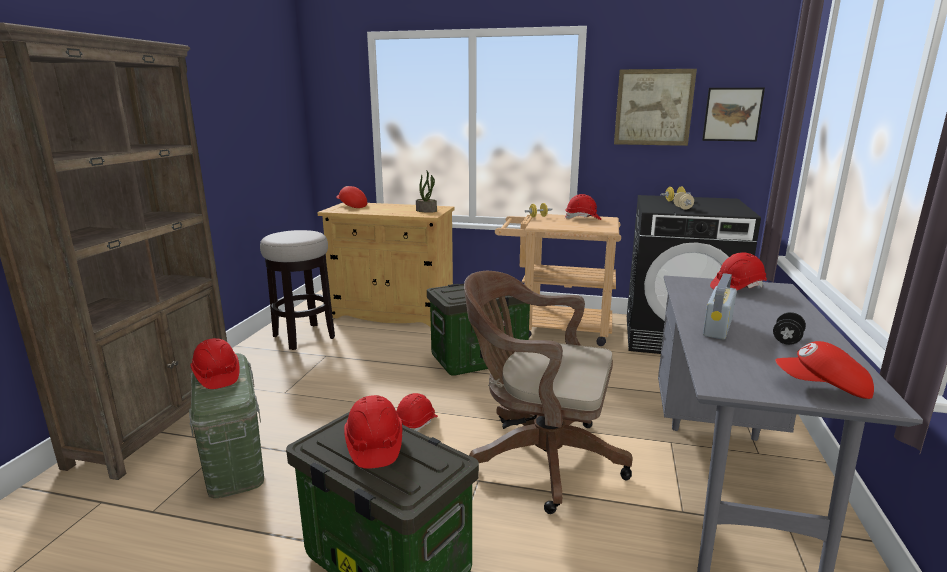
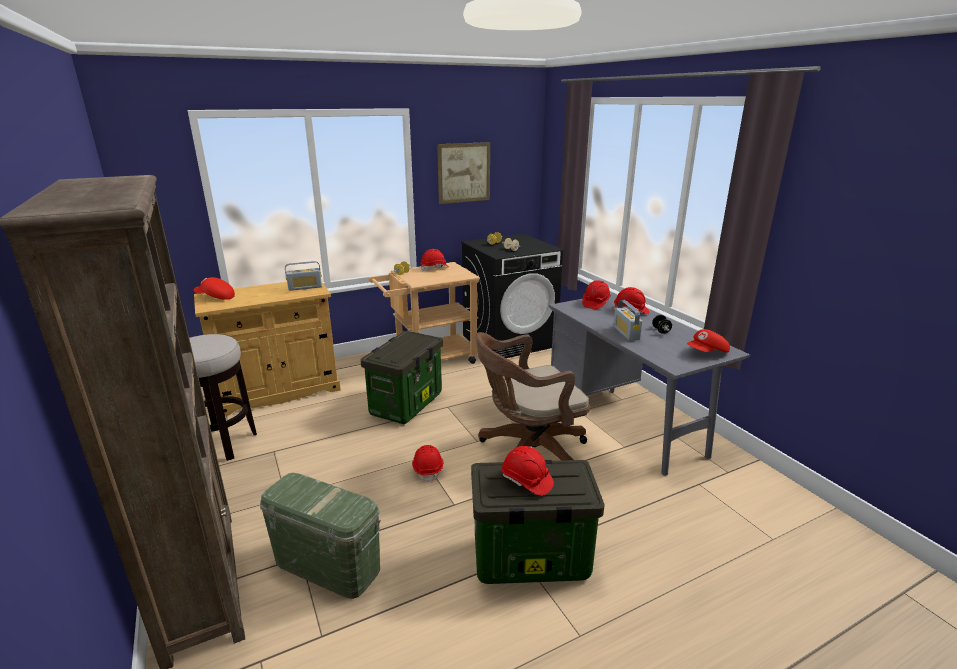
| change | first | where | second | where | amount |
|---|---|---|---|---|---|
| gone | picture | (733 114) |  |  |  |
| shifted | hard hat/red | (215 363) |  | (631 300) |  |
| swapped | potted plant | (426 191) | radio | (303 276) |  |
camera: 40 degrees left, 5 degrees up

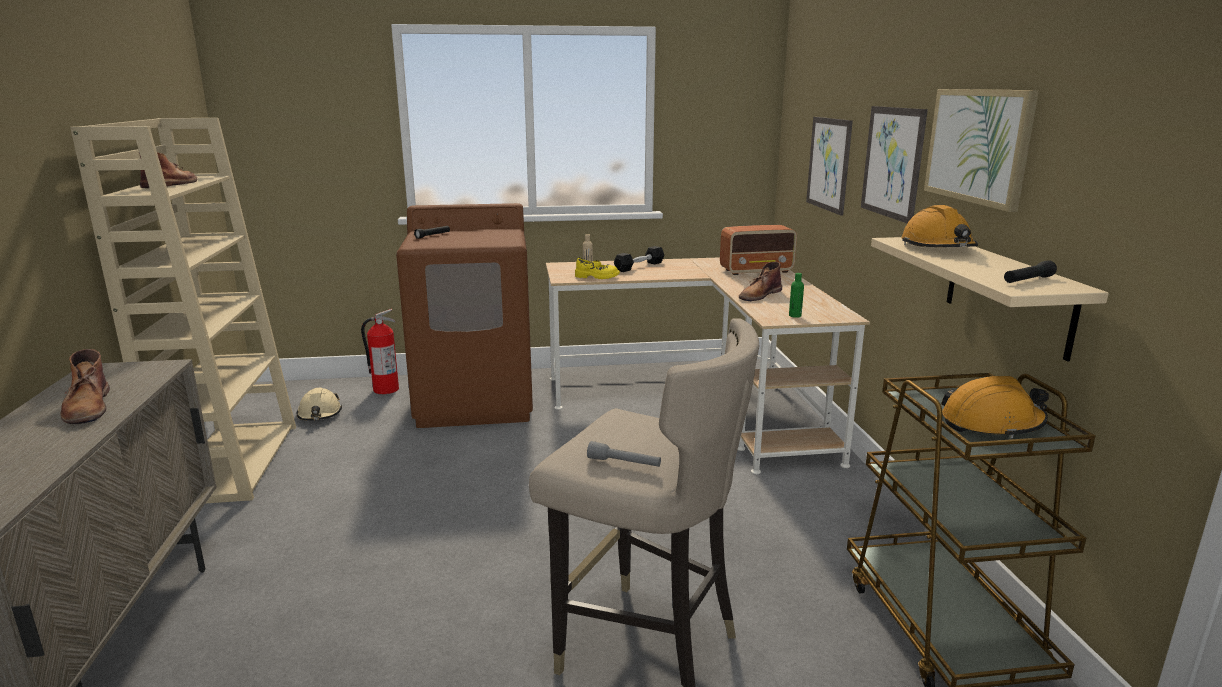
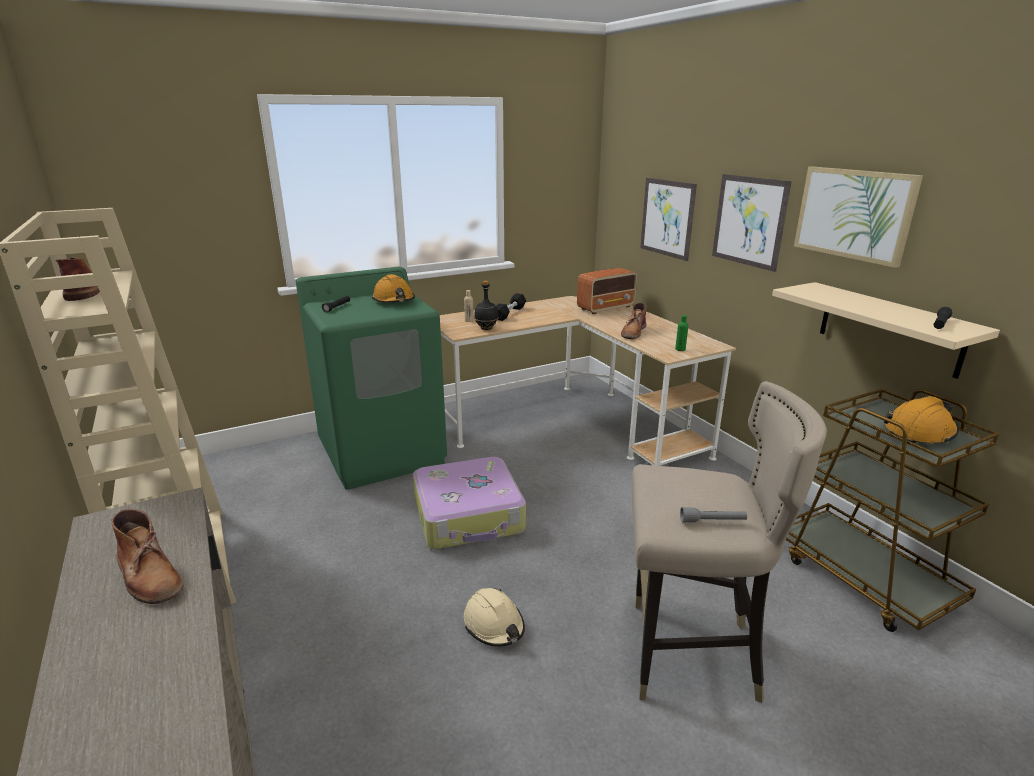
| change | first | where | second | where | amount |
|---|---|---|---|---|---|
| gone | fire extinguisher | (380 351) |  |  |  |
| new |  |  | suitcase | (469 503) |  |
| shifted | hard hat/beige | (319 404) |  | (494 617) |  |
| shifted | hard hat/orange | (939 226) |  | (393 288) |  |
| swapped | shoe/yellow | (597 268) | bottle/black | (486 305) |  |
| repainted | washing machine/brown | (464 315) | washing machine/green | (371 378) |  |
camera: 20 degrees left, 5 degrees up

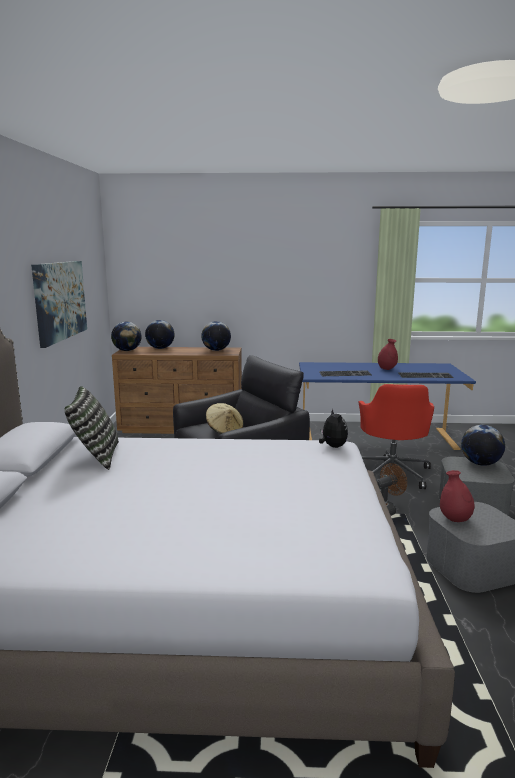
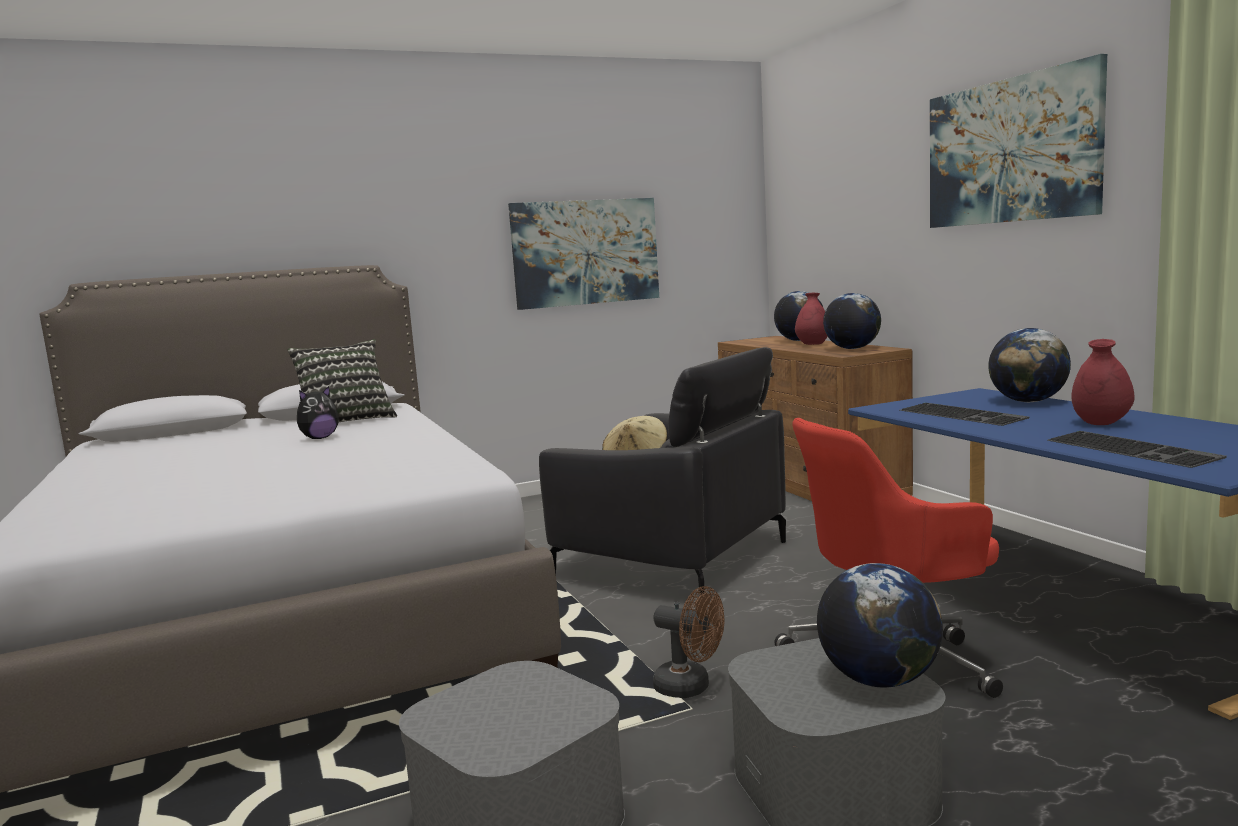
| change | first | where | second | where | amount |
|---|---|---|---|---|---|
| new |  |  | picture | (1018 141) |  |
| shifted | globe | (126 336) |  | (1029 365) |  |
| shifted | plush toy | (333 428) |  | (318 412) |  |
| shifted | vase/red | (457 496) |  | (811 319) |  |
camera: 65 degrees right, 5 degrees down

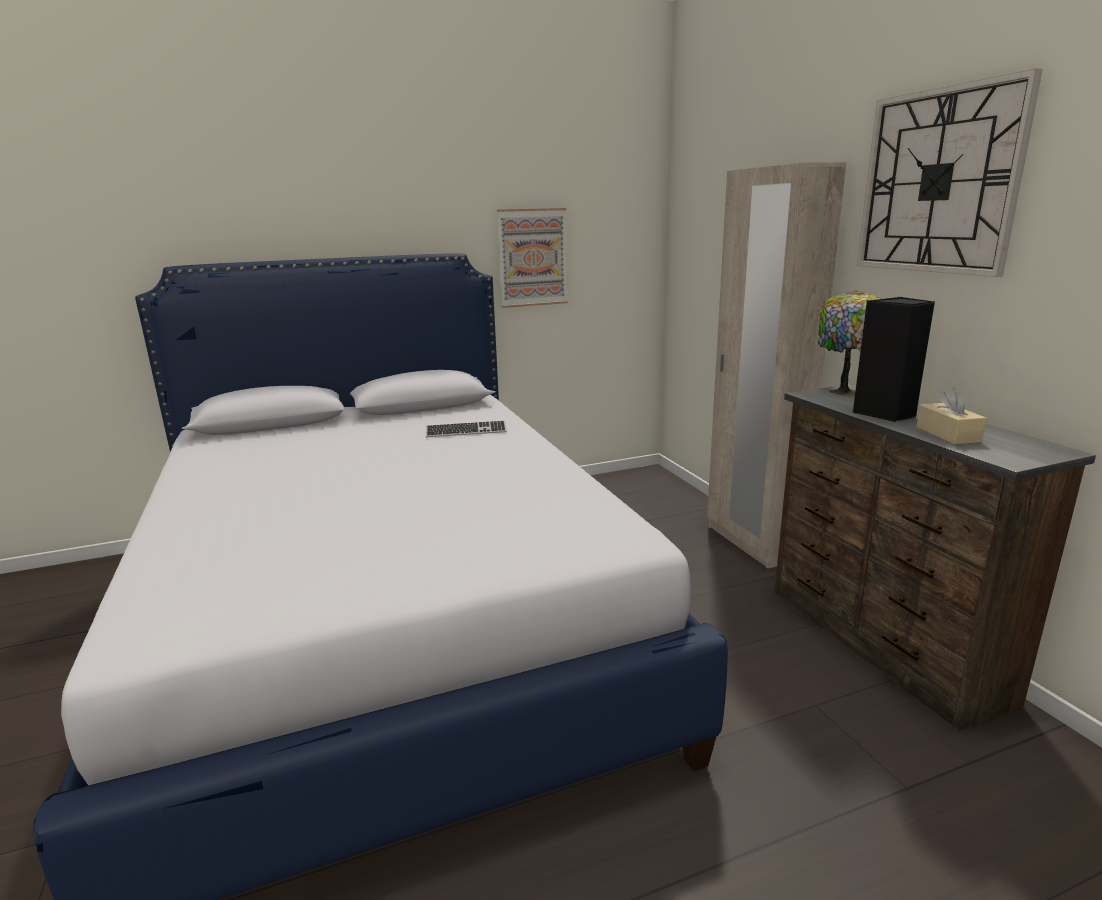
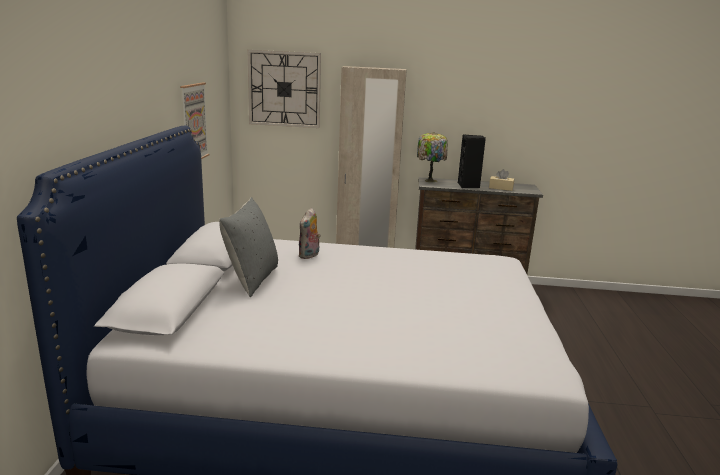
| change | first | where | second | where | amount |
|---|---|---|---|---|---|
| new |  |  | pillow/grey | (248 247) |  |
| shifted | wall clock | (950 172) |  | (284 89) |  |
| swapped | keyboard | (466 429) | plush toy | (309 233) |  |
camera: 65 degrees left, 0 degrees up

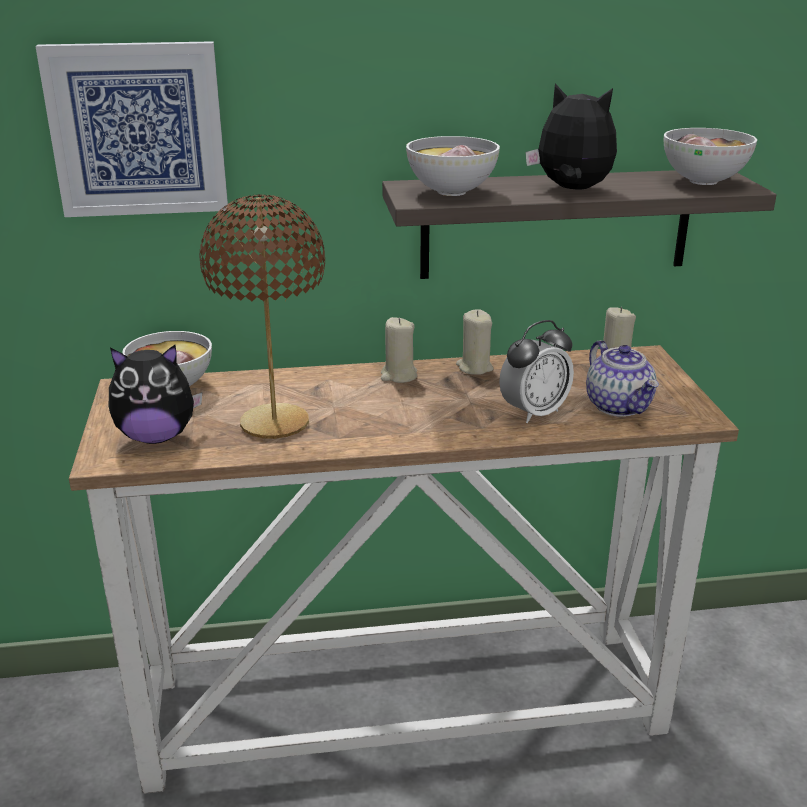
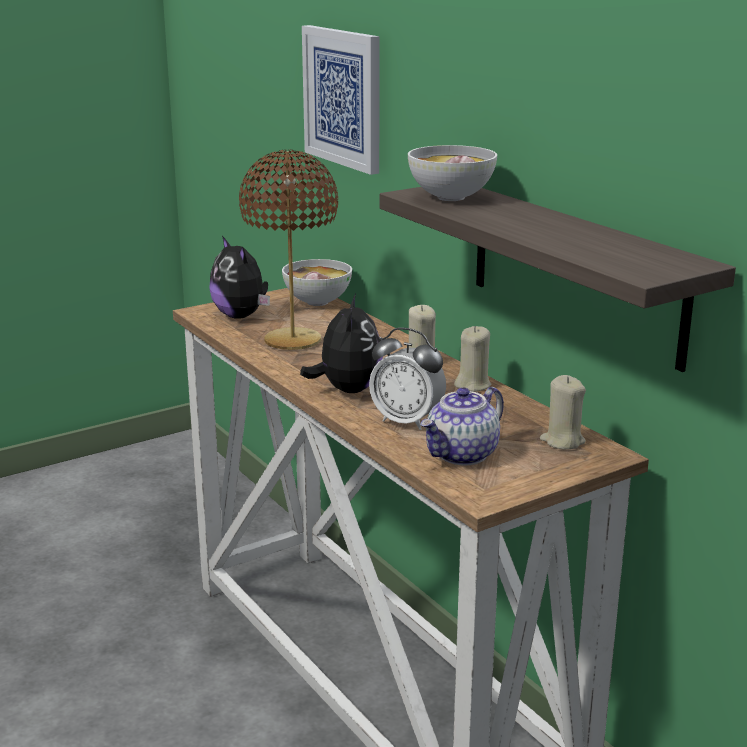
| change | first | where | second | where | amount |
|---|---|---|---|---|---|
| gone | bowl | (710 156) |  |  |  |
| shifted | plush toy | (571 136) |  | (341 343) |  |
camera: 65 degrees right, 5 degrees down

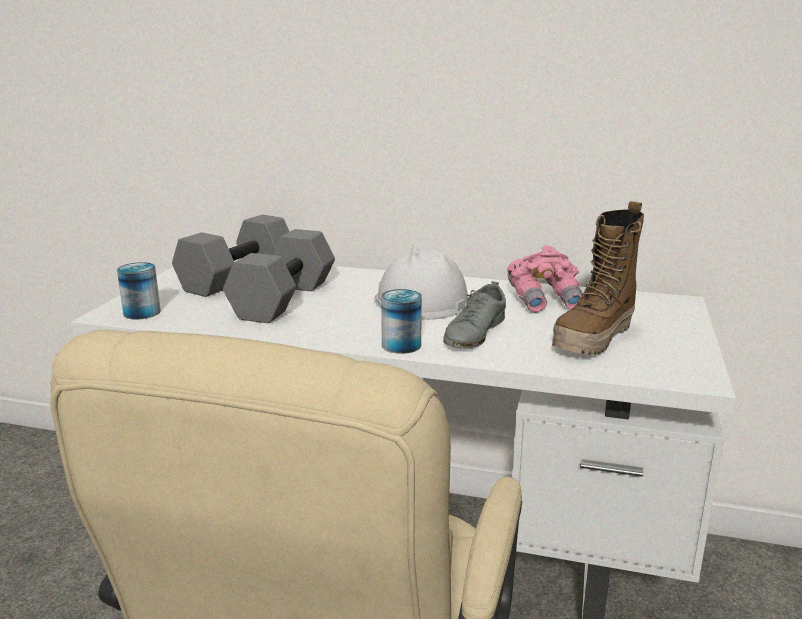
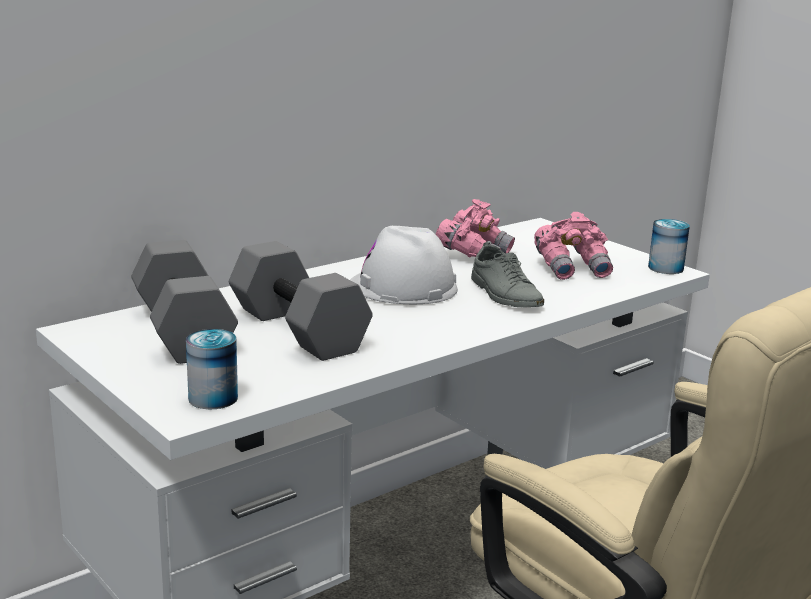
| change | first | where | second | where | amount |
|---|---|---|---|---|---|
| shifted | can | (401 321) |  | (669 246) |  |
| swapped | boot | (598 278) | binoculars/pink | (573 246) |  |
camera: 55 degrees left, 0 degrees up

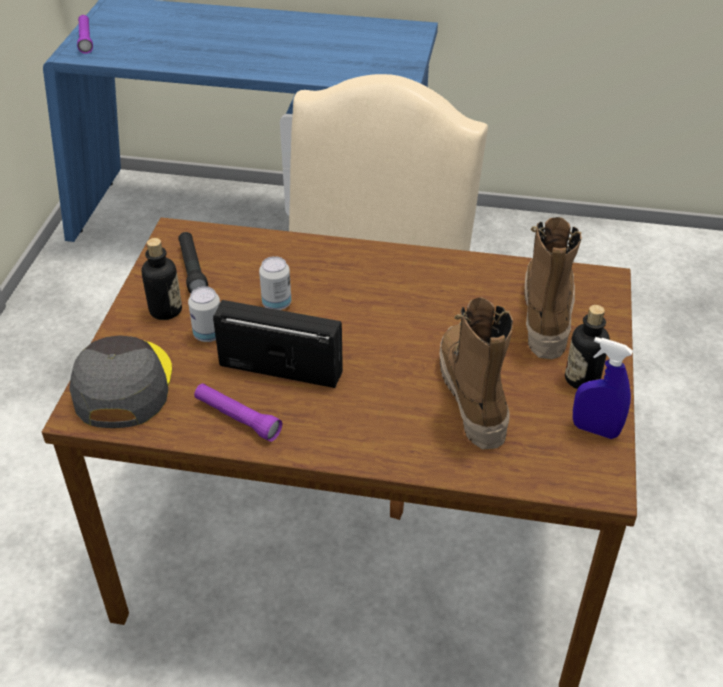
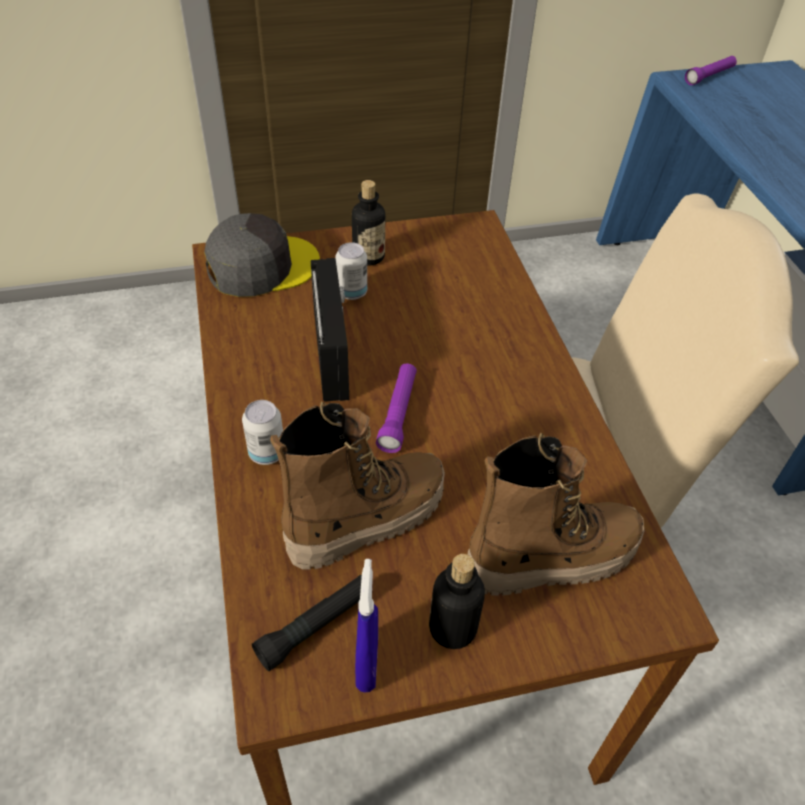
| change | first | where | second | where | amount |
|---|---|---|---|---|---|
| shifted | flashlight/black | (193 262) |  | (307 623) |  |
| shifted | flashlight/purple | (238 412) |  | (396 408) |  |
| shifted | can | (275 283) |  | (262 432) |  |
camera: 65 degrees right, 5 degrees up

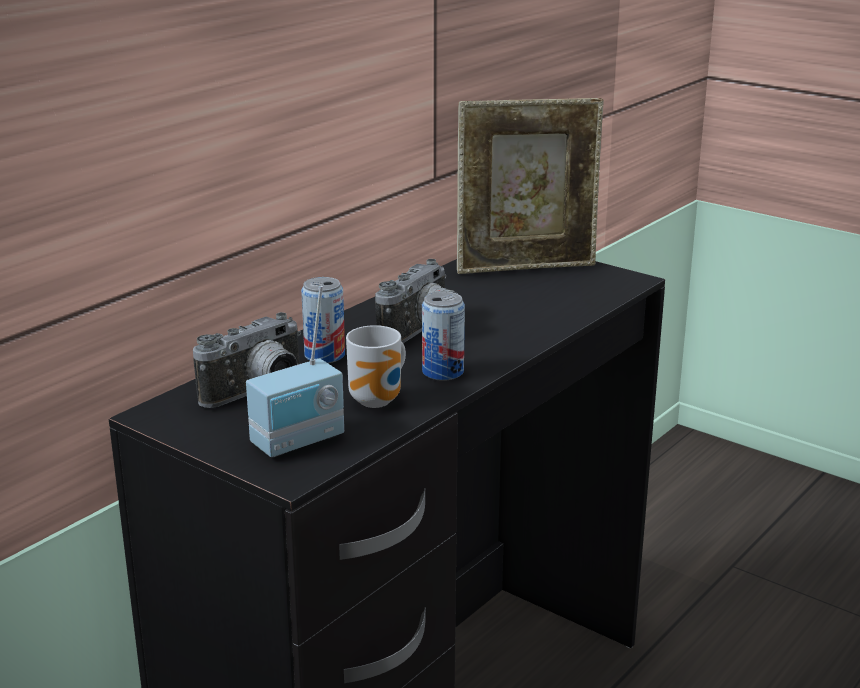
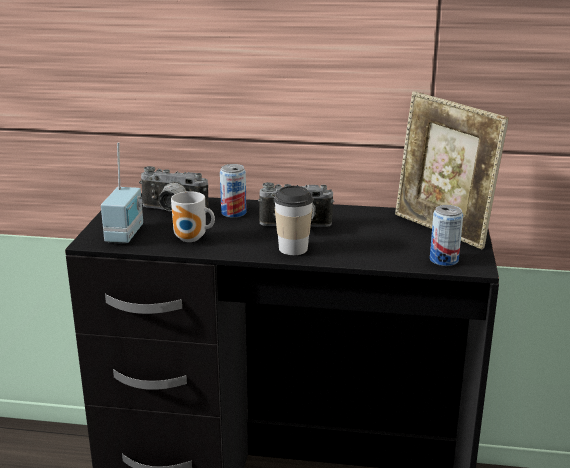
| change | first | where | second | where | amount |
|---|---|---|---|---|---|
| new |  |  | cup | (293 220) |  |
| shifted | can | (443 336) |  | (446 235) |  |
| rotated | radio | (295 371) |  | (122 193) | 105 degrees counterclockwise |
camera: 60 degrees right, 0 degrees up

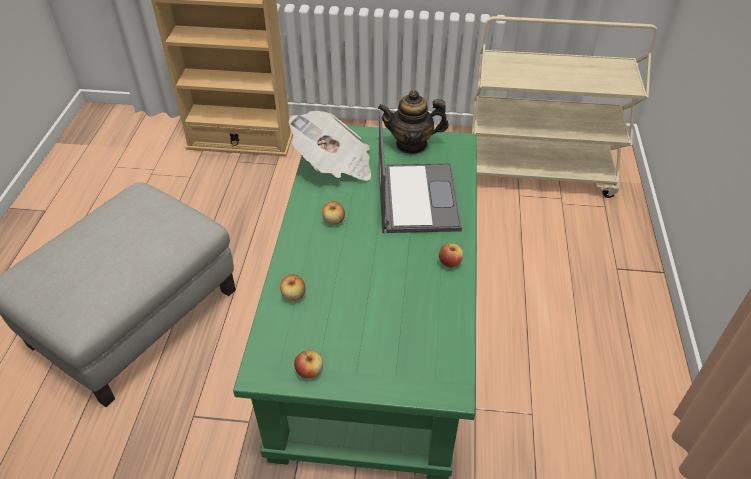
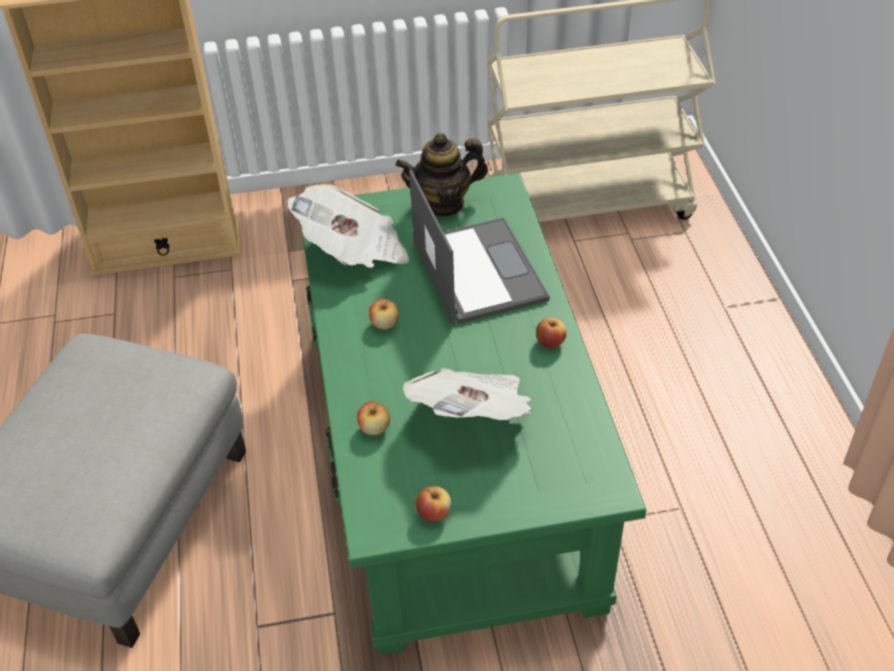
| change | first | where | second | where | amount |
|---|---|---|---|---|---|
| new |  |  | newspaper | (468 394) |  |
camera: 15 degrees left, 0 degrees up

